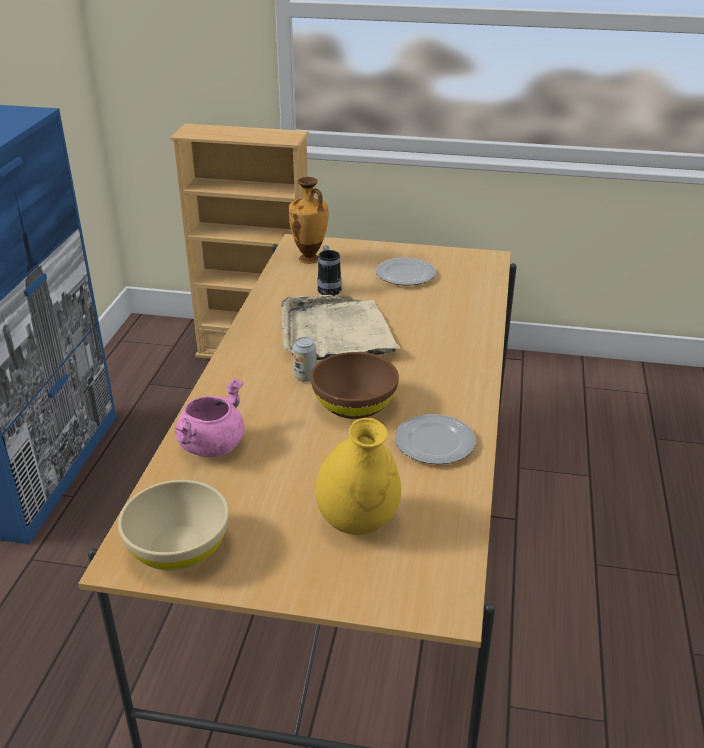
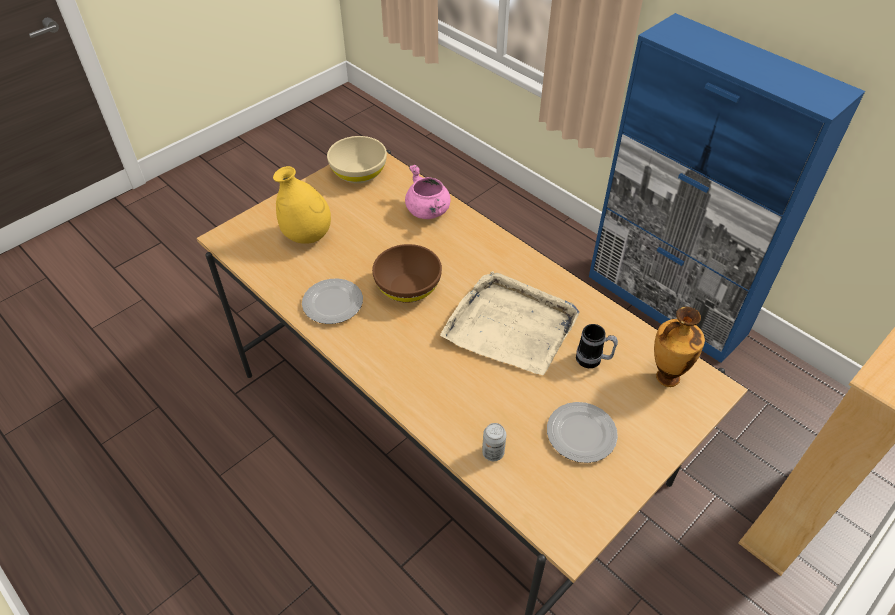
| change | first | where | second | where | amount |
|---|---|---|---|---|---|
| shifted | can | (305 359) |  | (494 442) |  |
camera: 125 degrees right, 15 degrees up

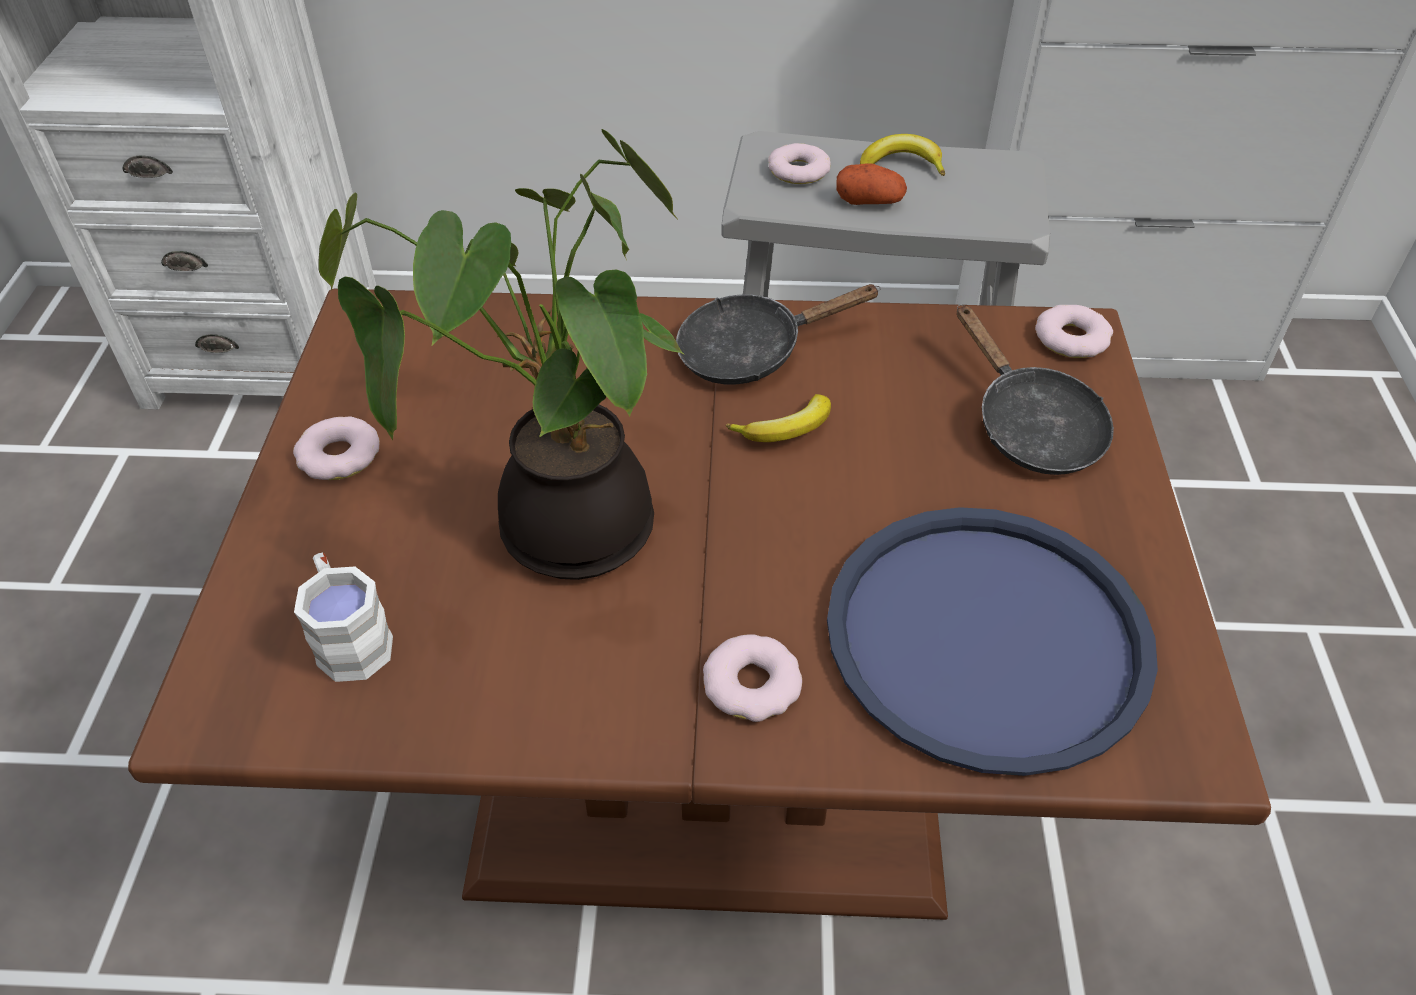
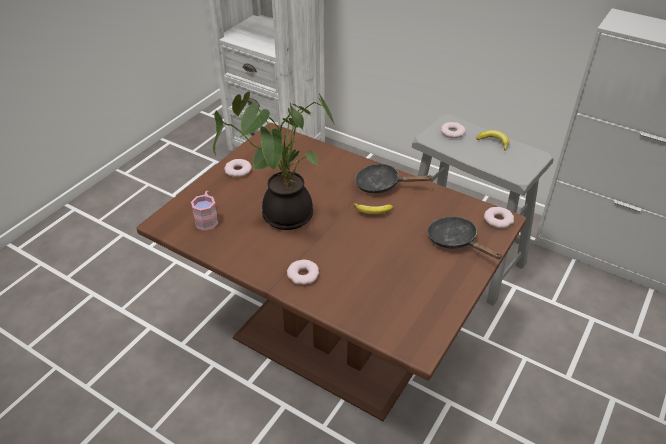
| change | first | where | second | where | amount |
|---|---|---|---|---|---|
| gone | tray/blue | (992 641) |  |  |  |
| gone | potato | (871 184) |  |  |  |
| repainted | mug/white | (343 617) | mug/pink | (204 211) |  |
| rotated | frying pan/black | (1035 390) |  | (465 238) | 135 degrees clockwise |
camera: 30 degrees right, 5 degrees down

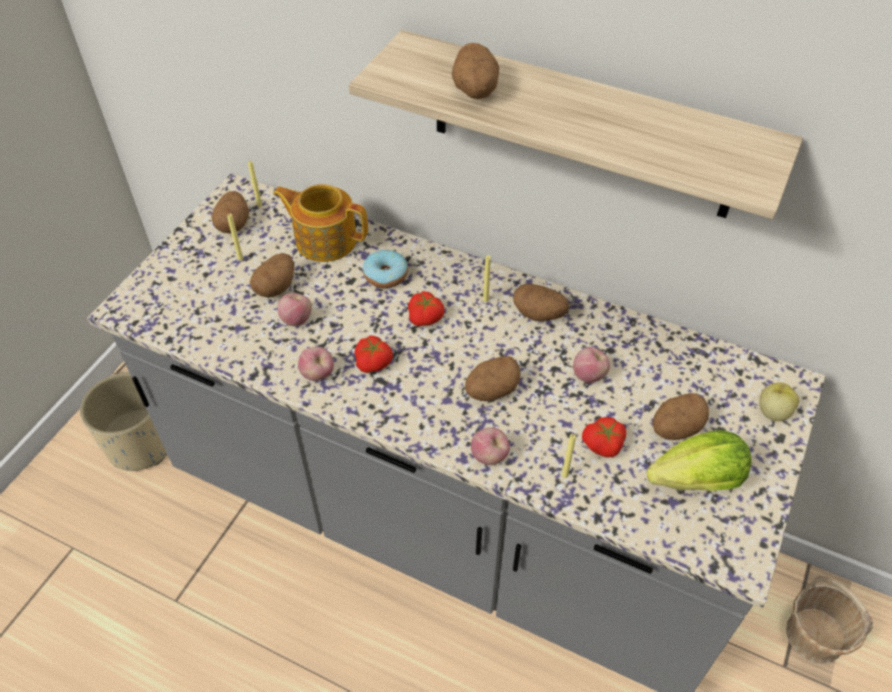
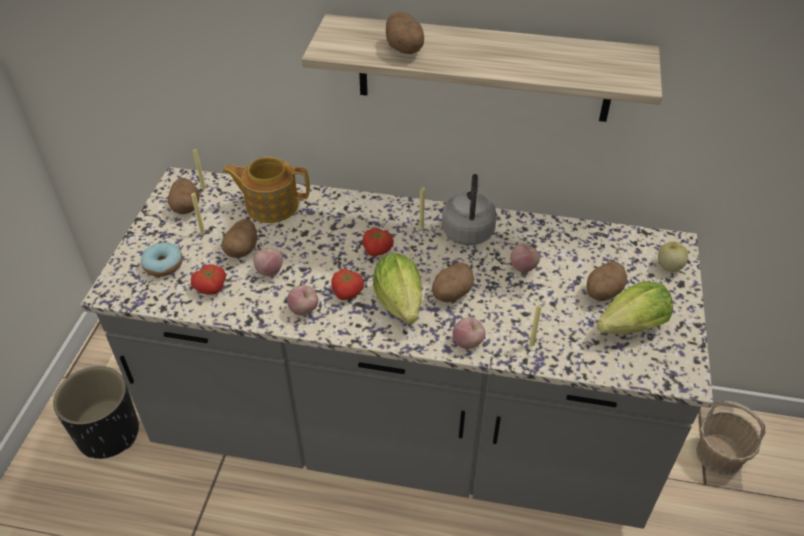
| change | first | where | second | where | amount |
|---|---|---|---|---|---|
| new |  |  | lettuce | (397 288) |  |
| shifted | donut | (385 269) |  | (162 260) |  |
| shifted | tomato | (604 437) |  | (208 279) |  |
| swapped | potato | (541 302) | kettle/grey | (469 209) |  |
| repainted | planter/beige | (123 422) | planter/black | (96 412) |  |
camera: 15 degrees left, 5 degrees down

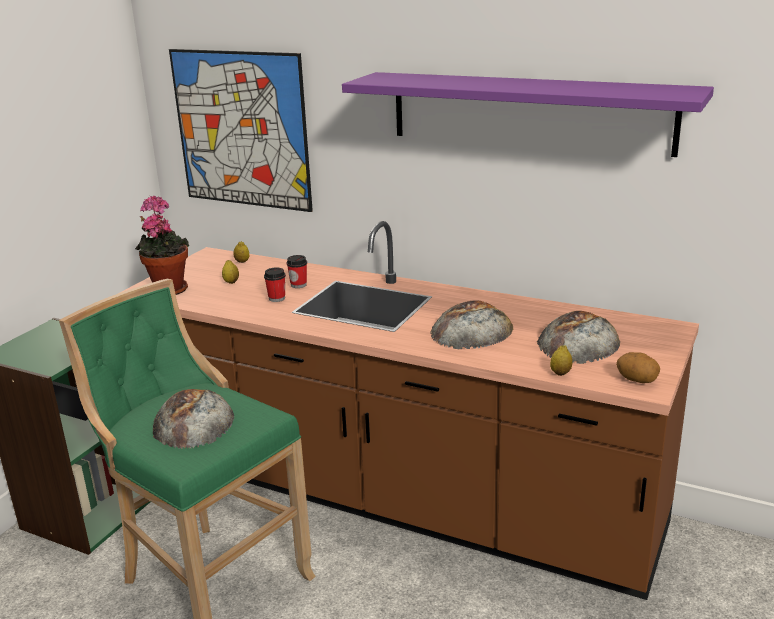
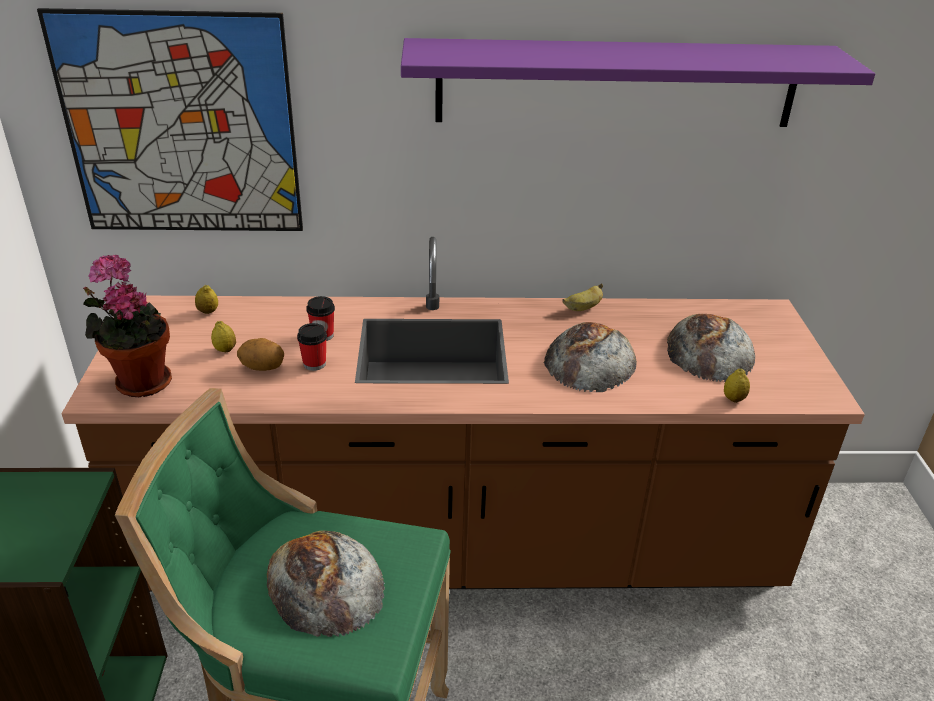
| change | first | where | second | where | amount |
|---|---|---|---|---|---|
| new |  |  | banana | (582 297) |  |
| shifted | potato | (638 367) |  | (260 354) |  |
camera: 30 degrees left, 10 degrees up

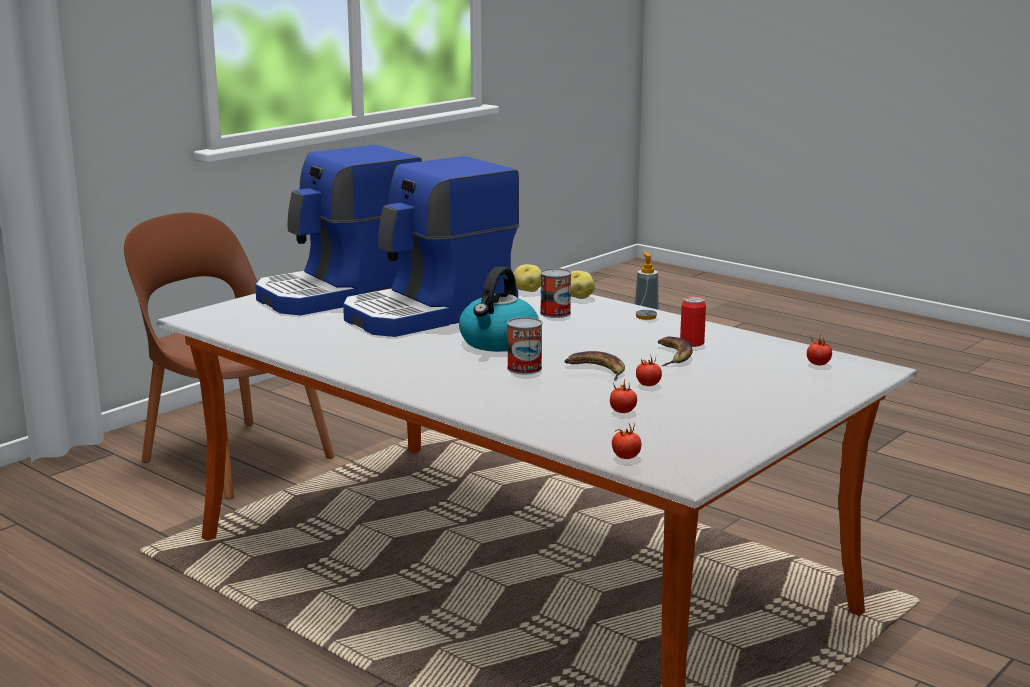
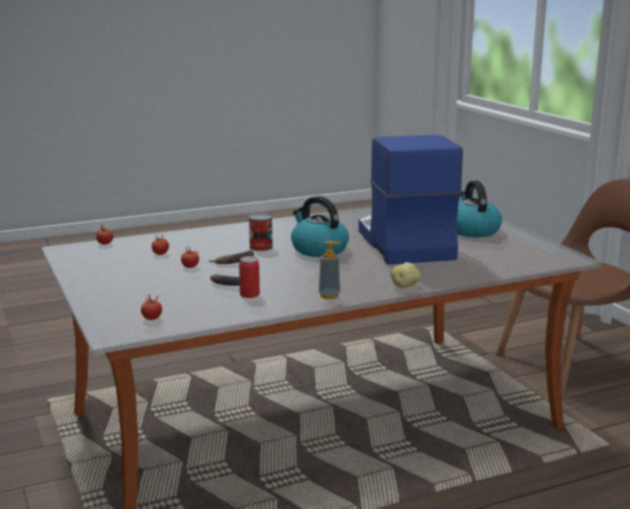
| change | first | where | second | where | amount |
|---|---|---|---|---|---|
| gone | potato | (527 278) |  |  |  |
| gone | can | (555 293) |  |  |  |
| swapped | coffee machine | (338 230) | kettle | (479 209) |  |
camera: 115 degrees right, 0 degrees up

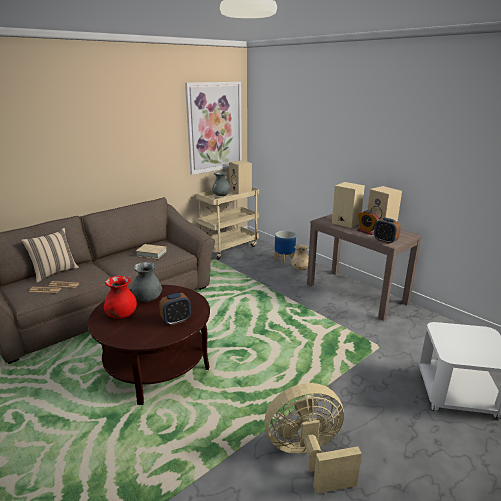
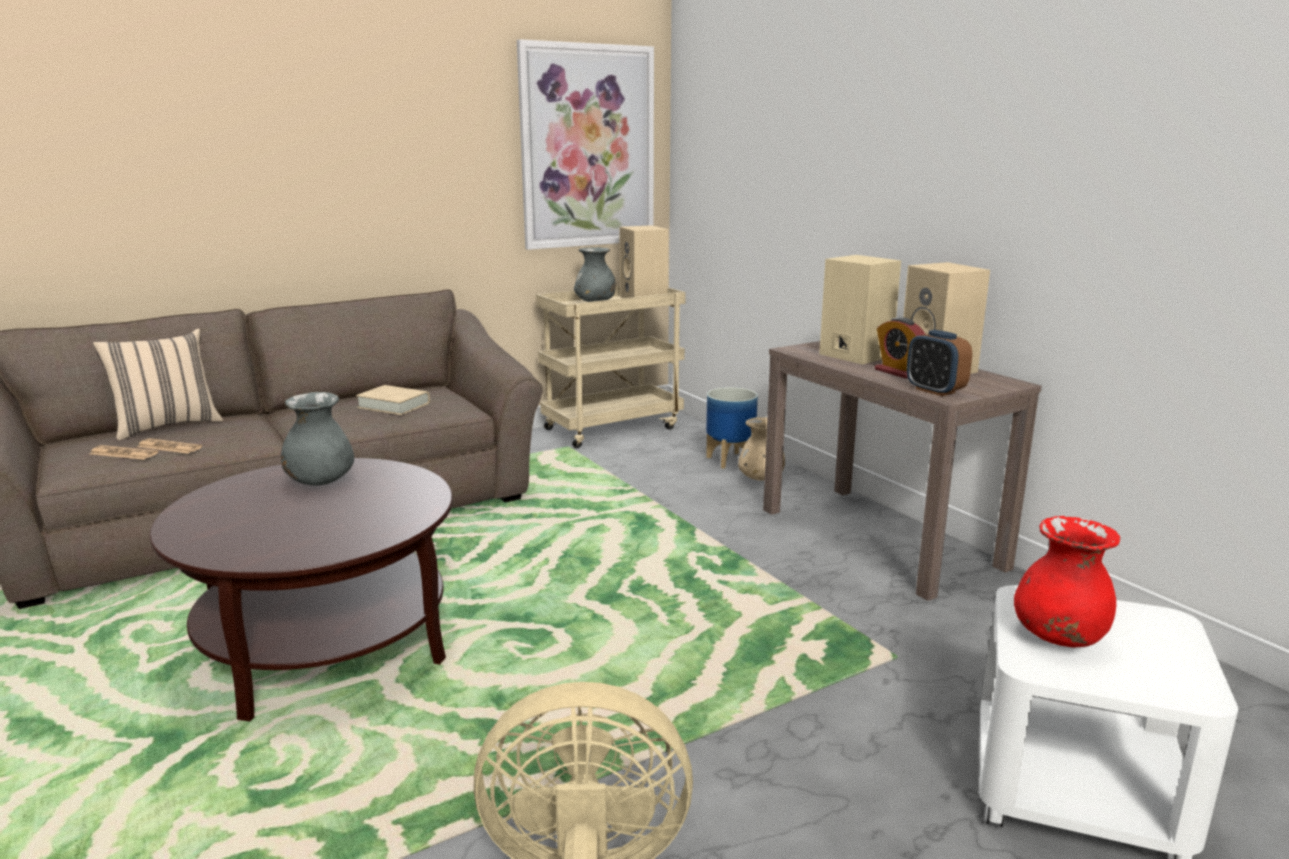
| change | first | where | second | where | amount |
|---|---|---|---|---|---|
| gone | alarm clock | (175 309) |  |  |  |
| shifted | vase/red | (120 297) |  | (1067 581) |  |
camera: 10 degrees right, 5 degrees down

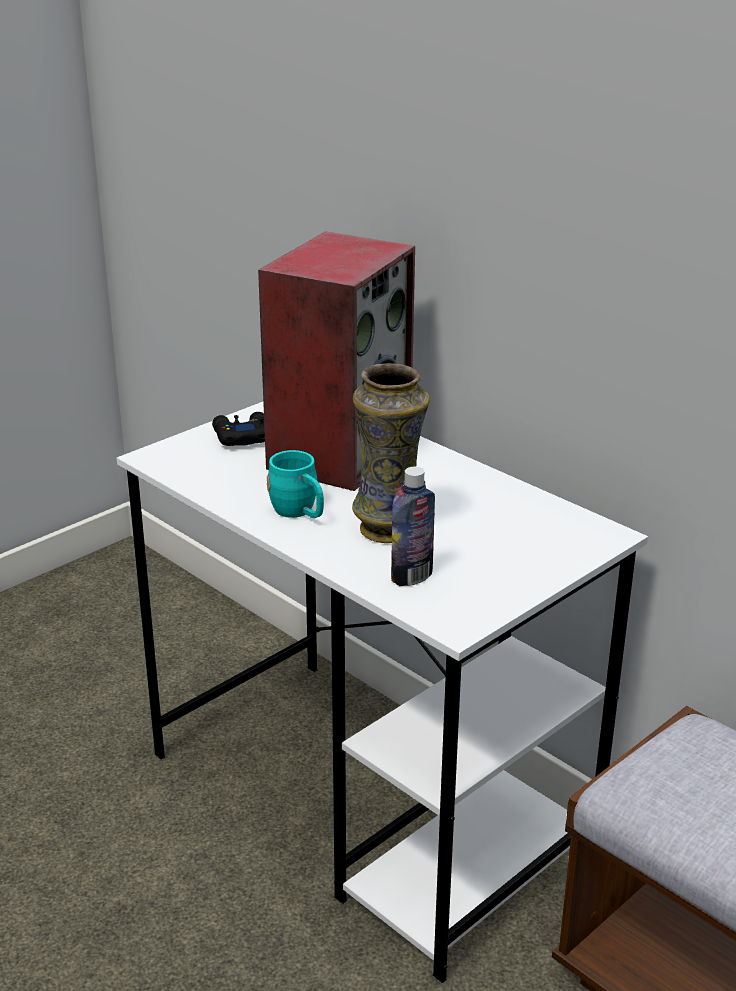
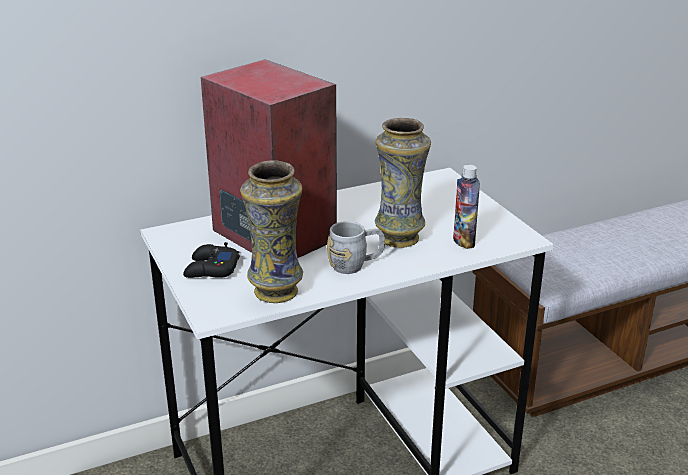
| change | first | where | second | where | amount |
|---|---|---|---|---|---|
| new |  |  | vase | (271 231) |  |
| repainted | mug/turquoise | (295 484) | mug/grey | (356 247) |  |
camera: 70 degrees left, 0 degrees up

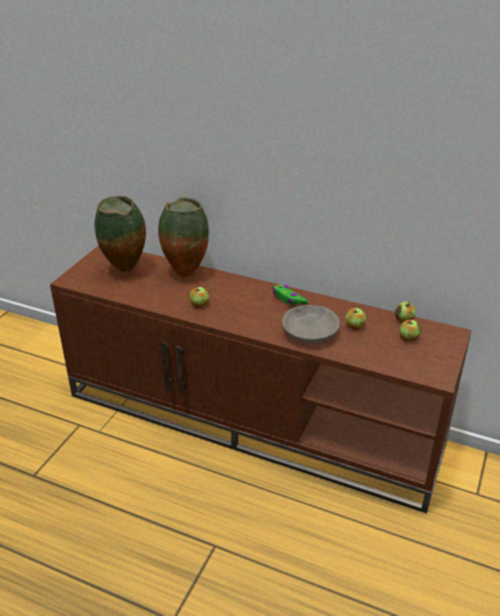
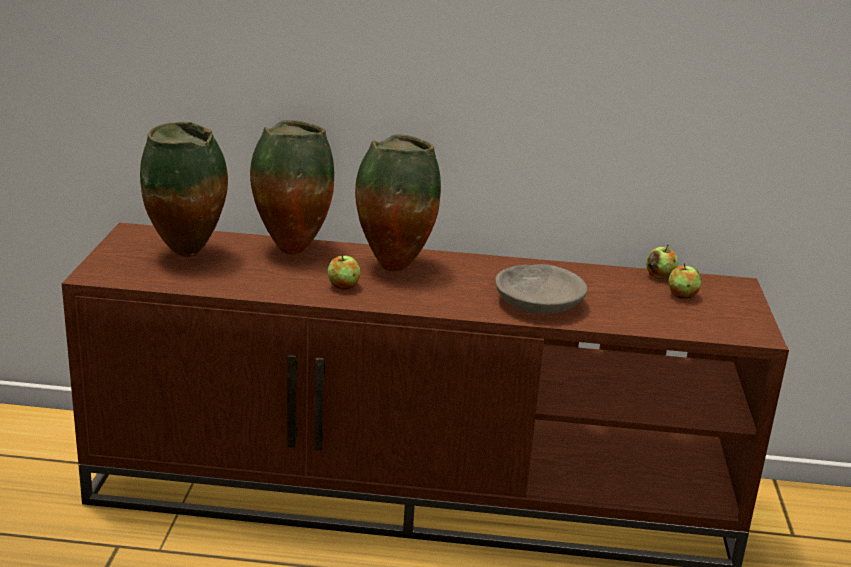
| change | first | where | second | where | amount |
|---|---|---|---|---|---|
| gone | game controller/green | (290 295) |  |  |  |
| gone | apple | (356 319) |  |  |  |
| new |  |  | vase | (398 202) |  |
camera: 20 degrees left, 10 degrees down

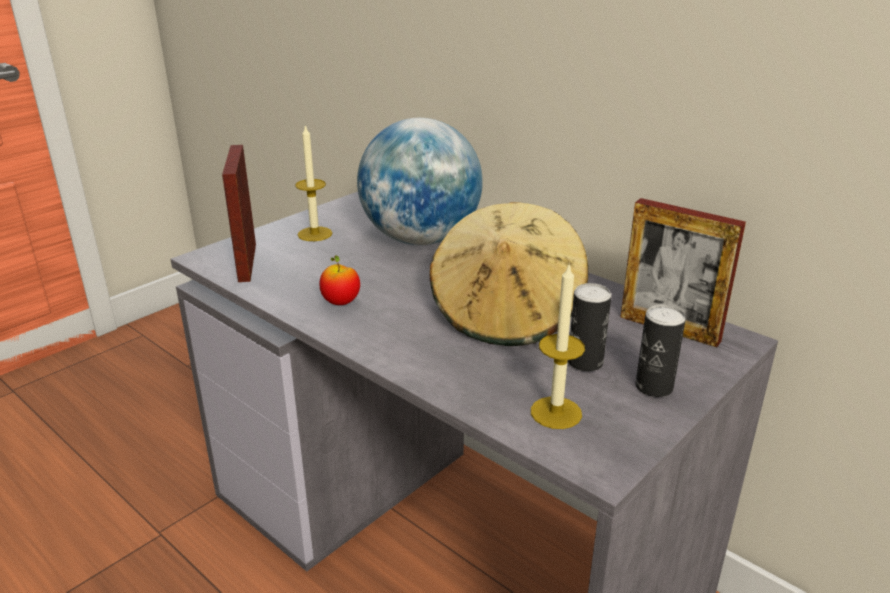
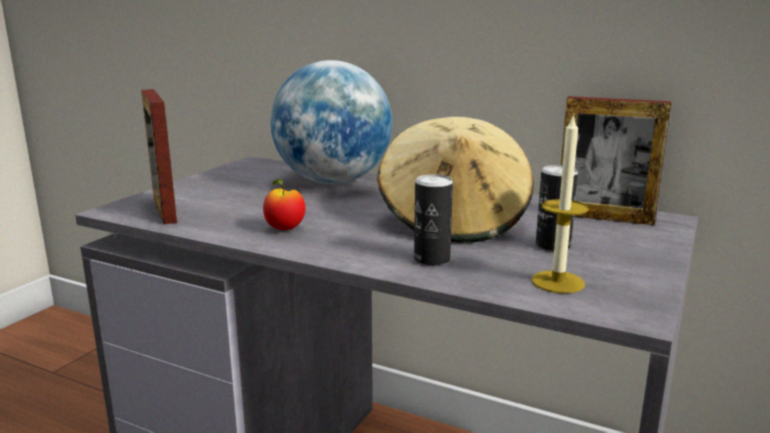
| change | first | where | second | where | amount |
|---|---|---|---|---|---|
| gone | candle | (313 182) |  |  |  |
| shifted | can | (660 351) |  | (433 220) |  |
camera: 15 degrees left, 10 degrees down

